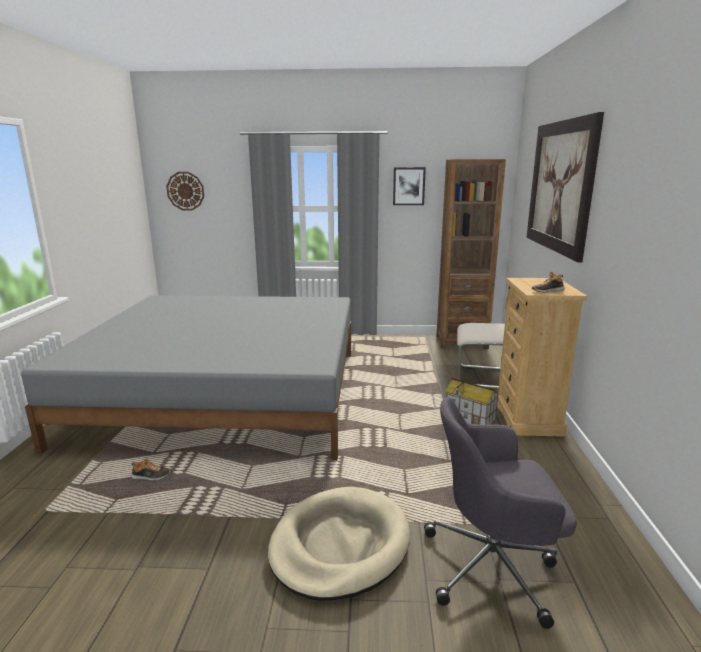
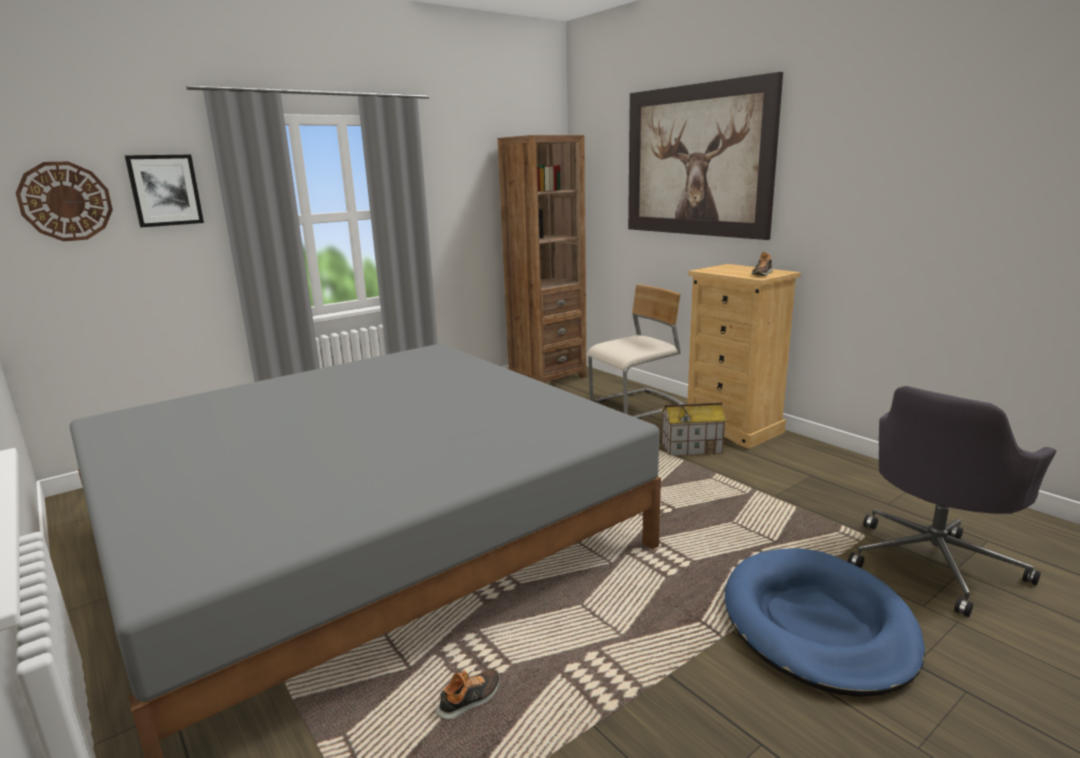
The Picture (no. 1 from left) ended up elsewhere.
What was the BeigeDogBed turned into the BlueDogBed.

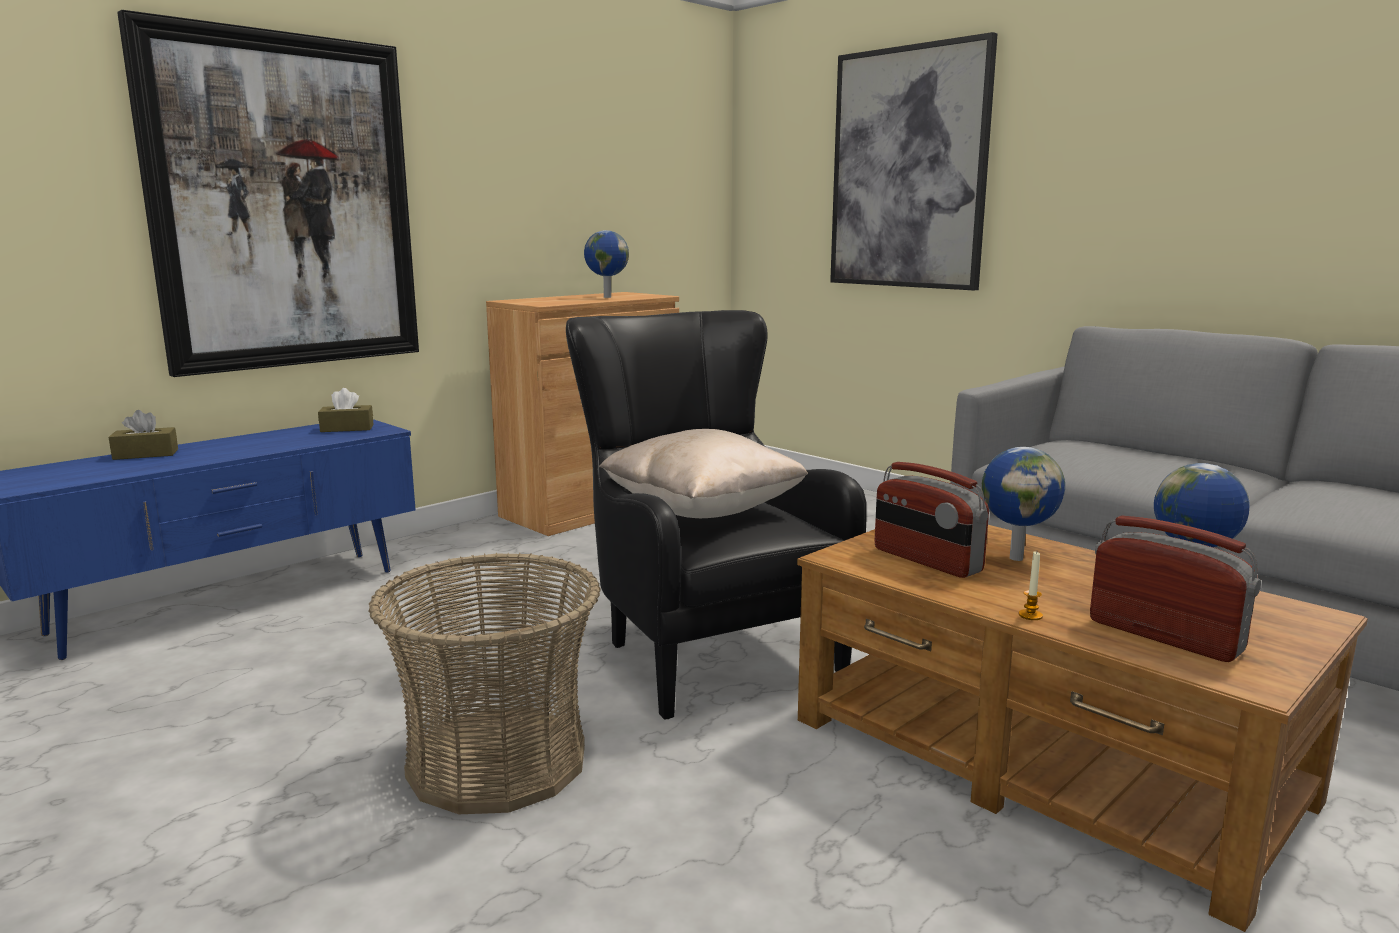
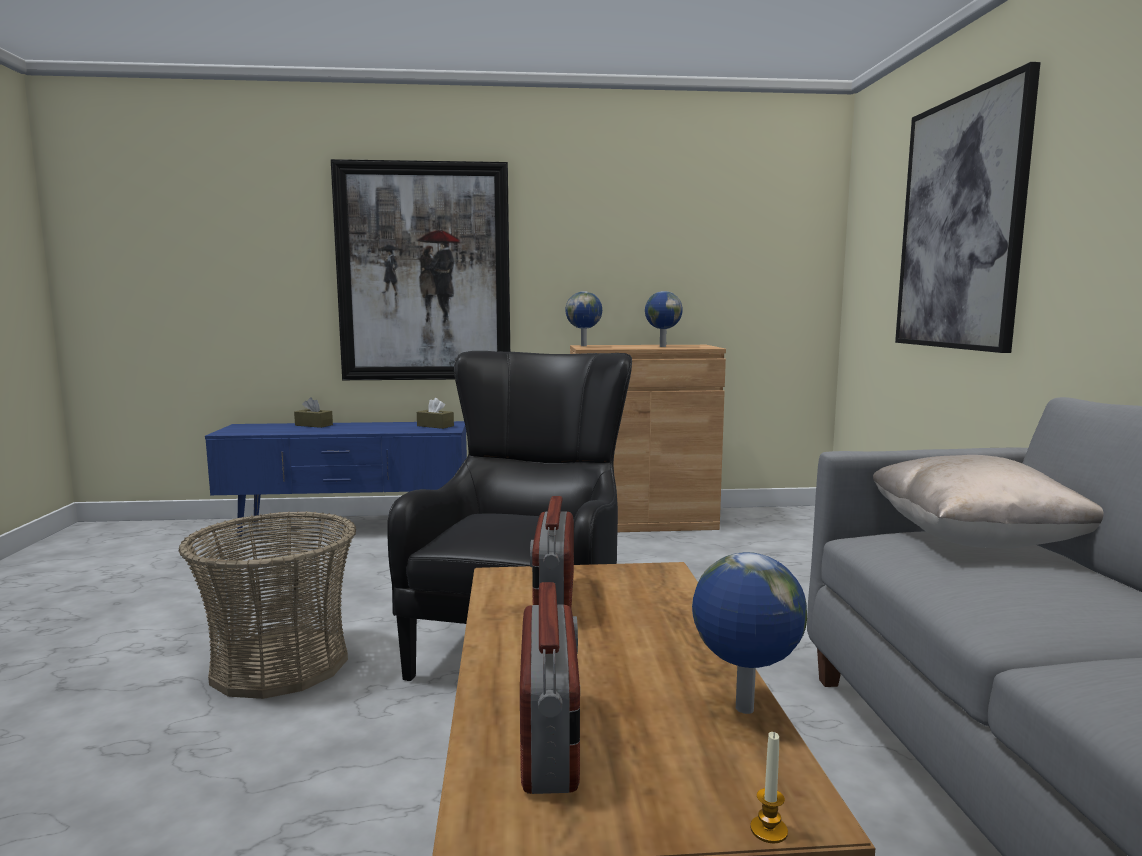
The BeigePillow ended up elsewhere.
The Globe (no. 2 from left in the first image) ended up elsewhere.
The Candle ended up elsewhere.

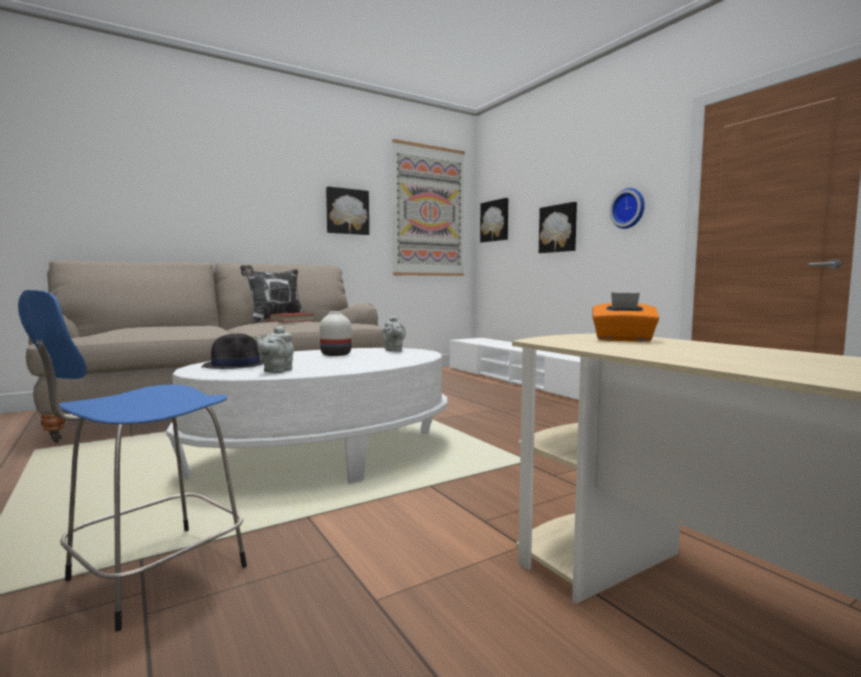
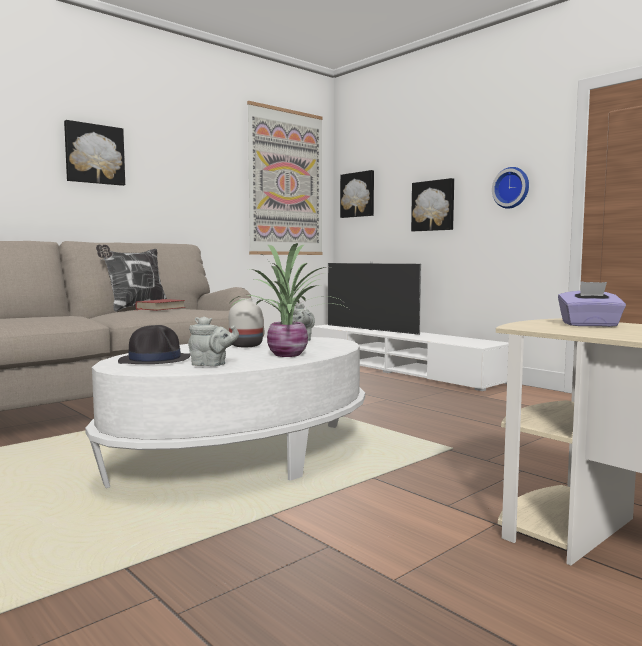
The Picture (no. 1 from left) ended up elsewhere.
The second view lost the BlueStool.
What was the OrangeTissueBox turned into the PurpleTissueBox.
The GreyTeapot (no. 1 from left) ended up facing another way, 90 degrees counterclockwise from before.
The second view gained the PottedPlant.
The second view gained the Television.

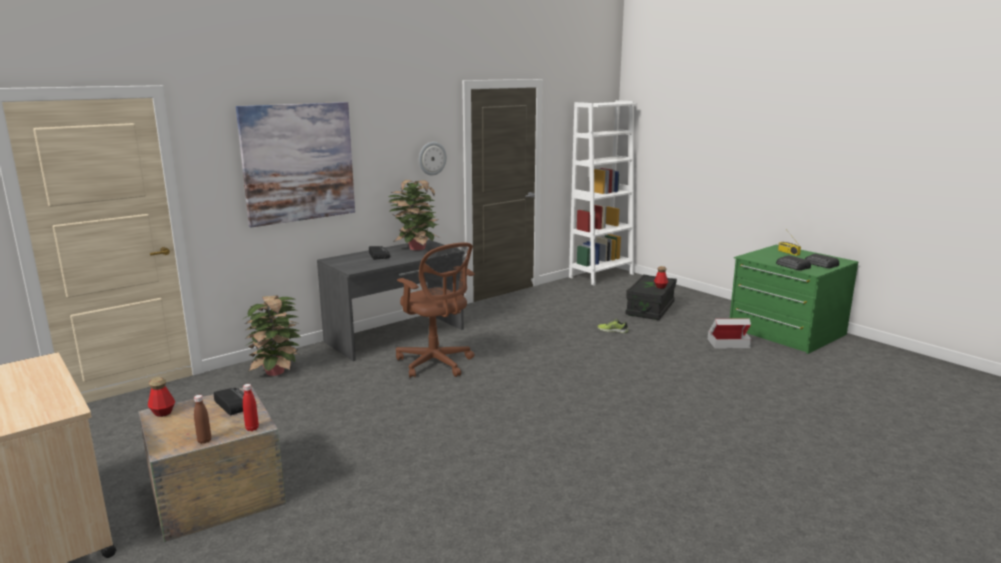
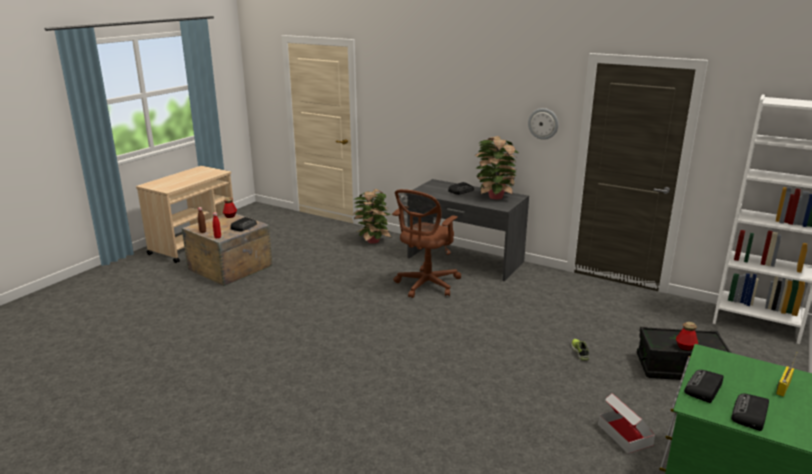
The second view lost the Picture.

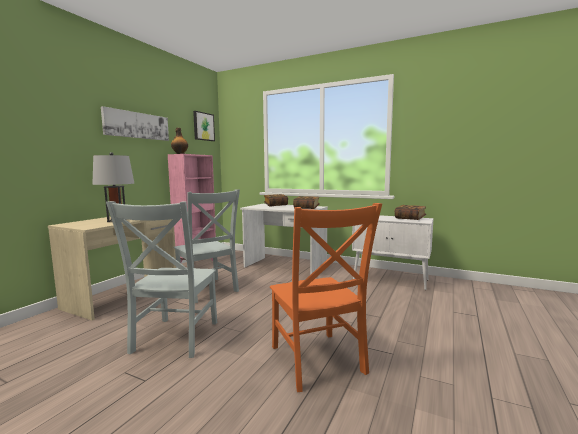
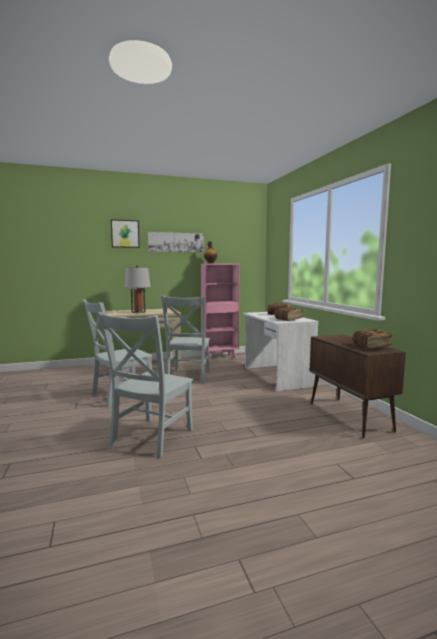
The Picture (no. 2 from left in the first image) ended up elsewhere.
What was the OrangeChair turned into the GreyChair (no. 2 from left).
What was the WhiteCabinet turned into the BrownCabinet.

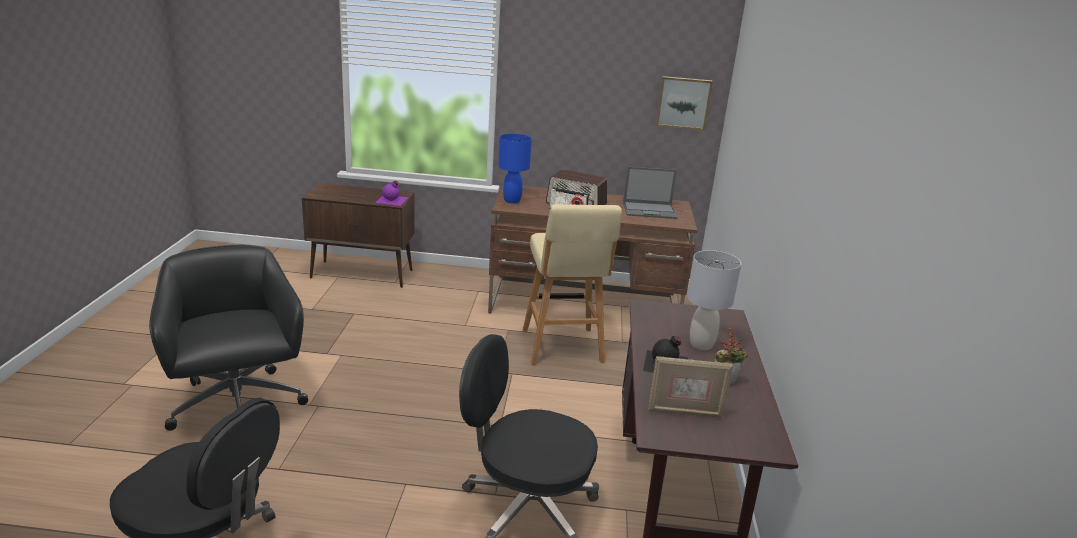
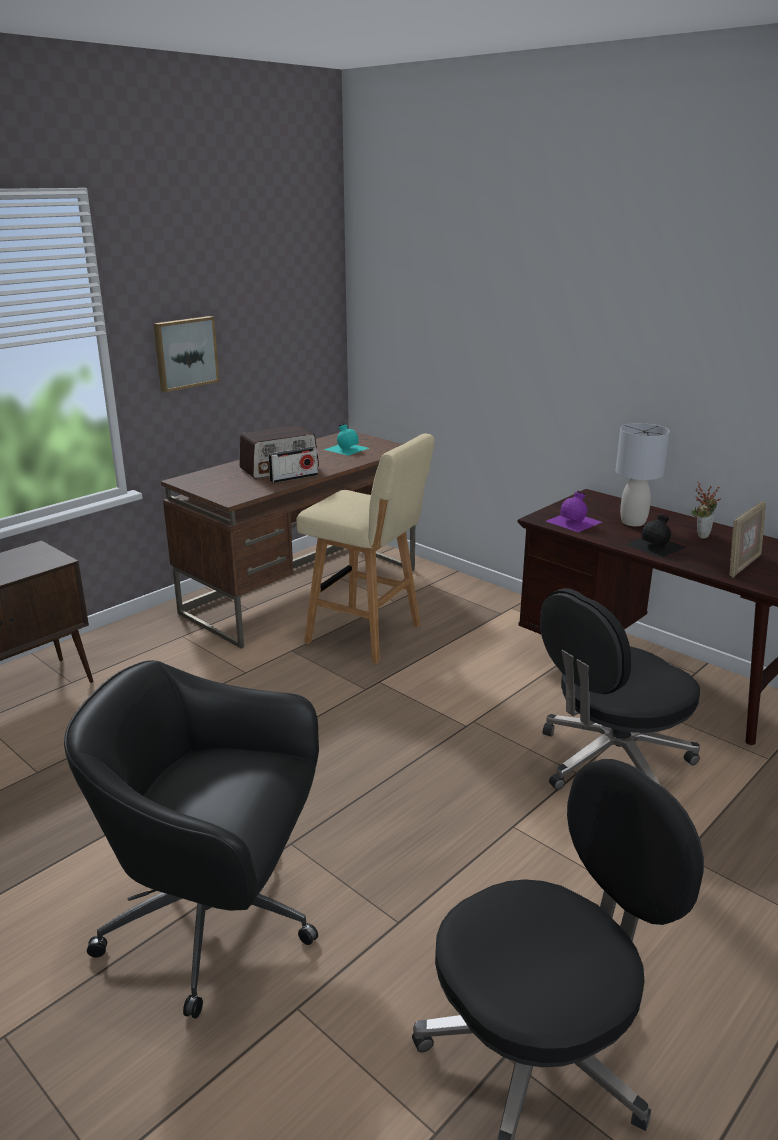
The Picture ended up elsewhere.
The second view lost the BlueTableLamp.
Where the Laptop stood, the TurquoiseBottle came to stand.
The PurpleBottle ended up elsewhere.

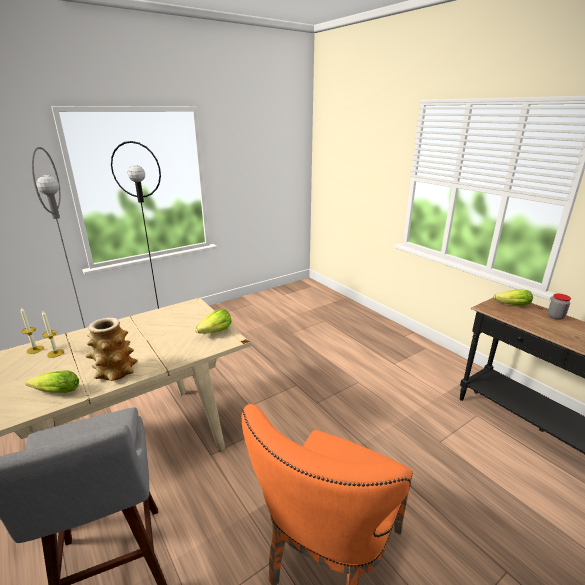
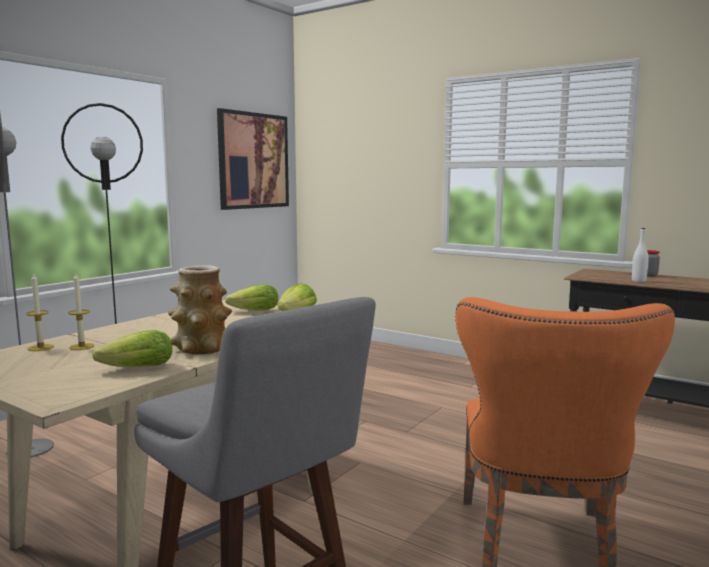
The Lettuce (no. 3 from left in the first image) ended up elsewhere.
The second view gained the Picture.
The second view gained the WhiteBottle.

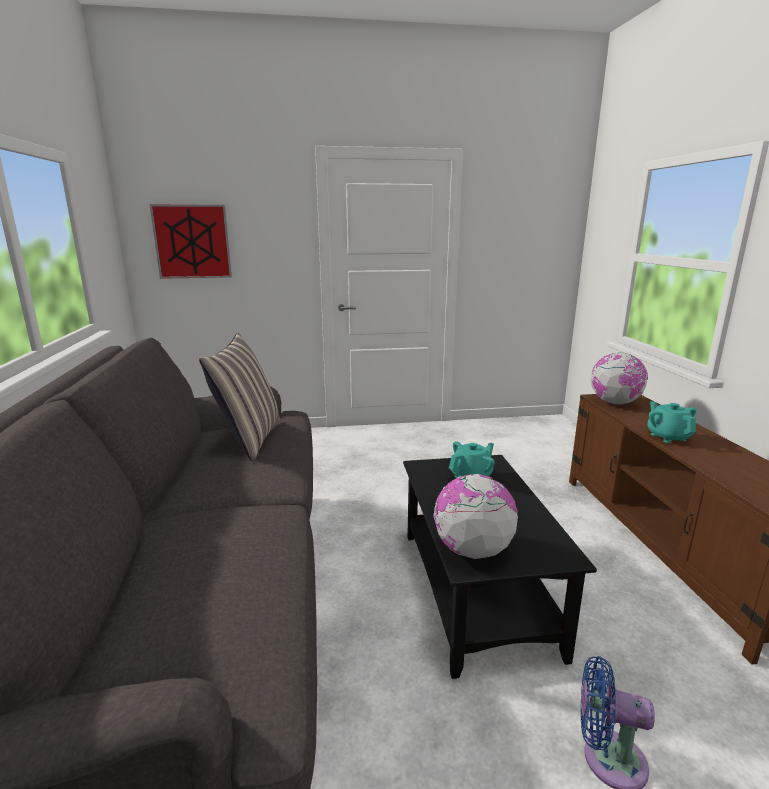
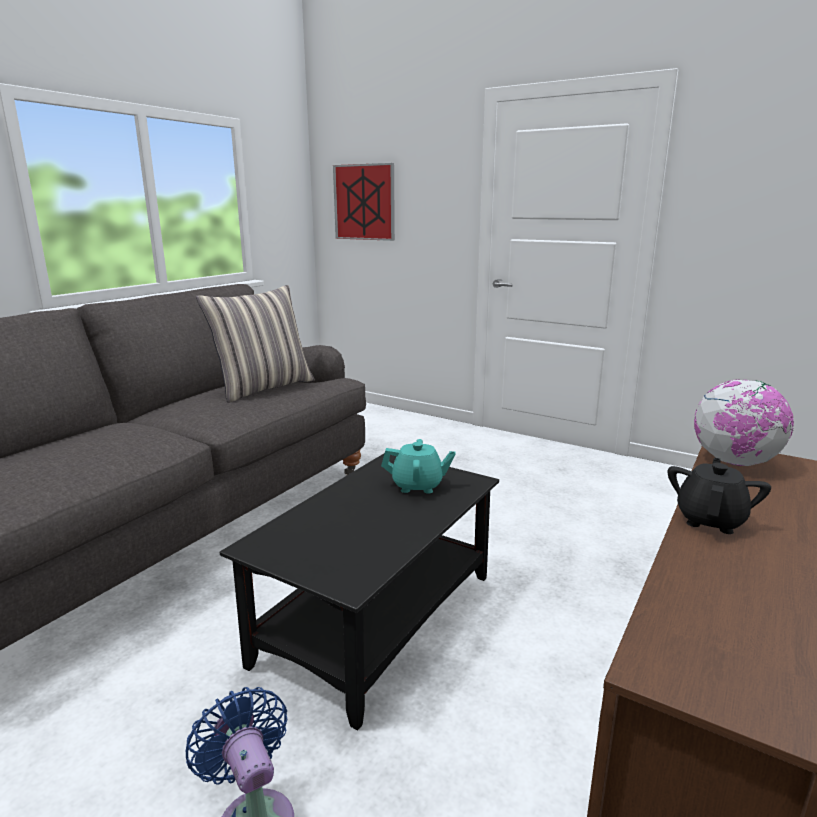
What was the TurquoiseTeapot (no. 2 from left) turned into the BlackTeapot.
The second view lost the Globe (no. 1 from left).

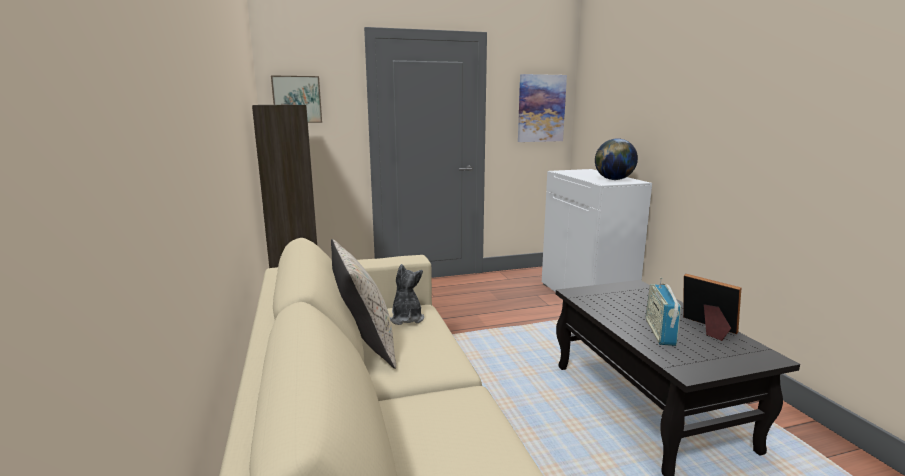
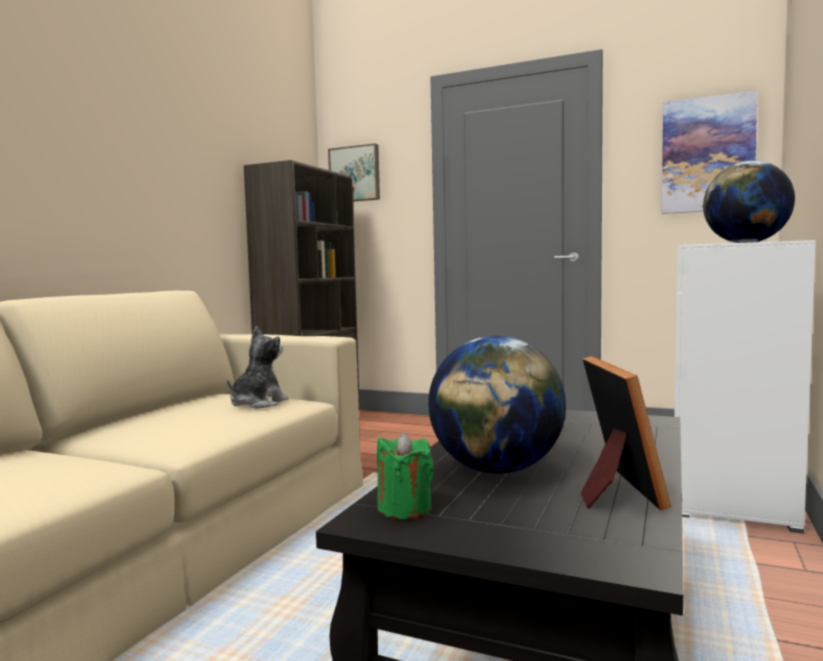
The second view lost the BeigePillow.
Where the Radio stood, the Globe (no. 1 from left) came to stand.
The second view gained the GreenCandle.

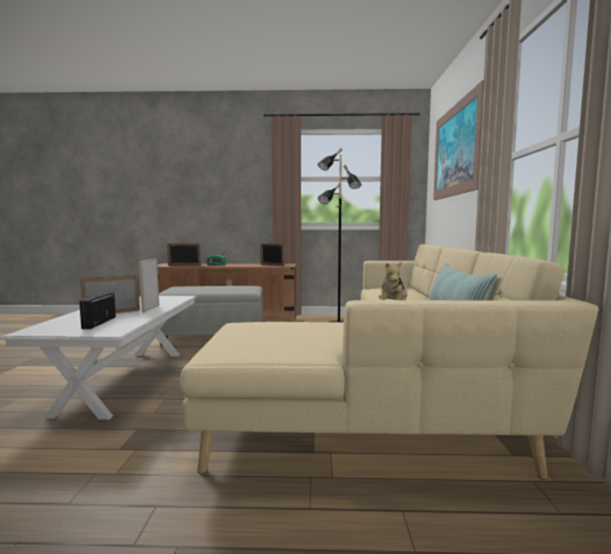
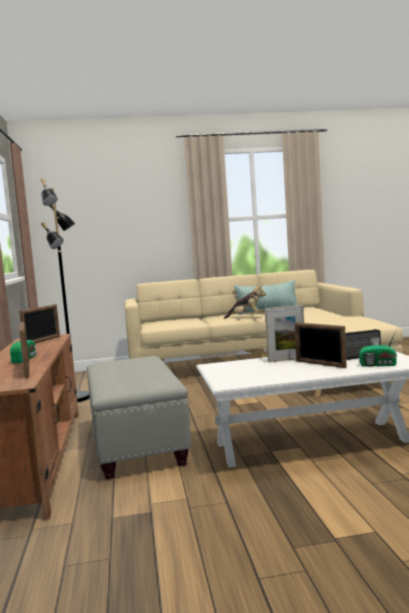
The second view lost the Picture.
The second view gained the Radio (no. 3 from left).

